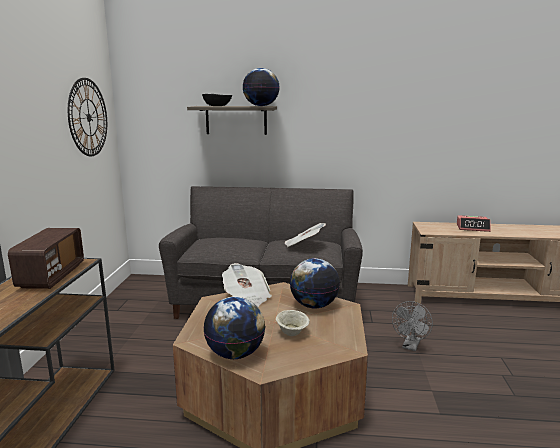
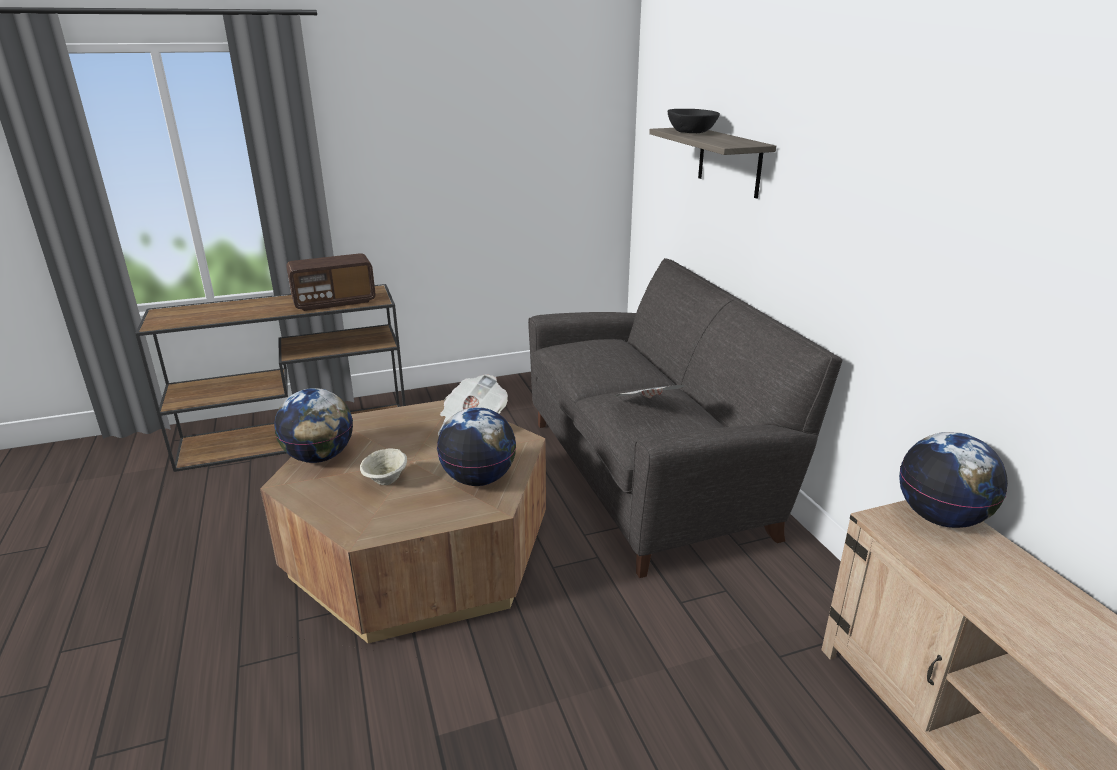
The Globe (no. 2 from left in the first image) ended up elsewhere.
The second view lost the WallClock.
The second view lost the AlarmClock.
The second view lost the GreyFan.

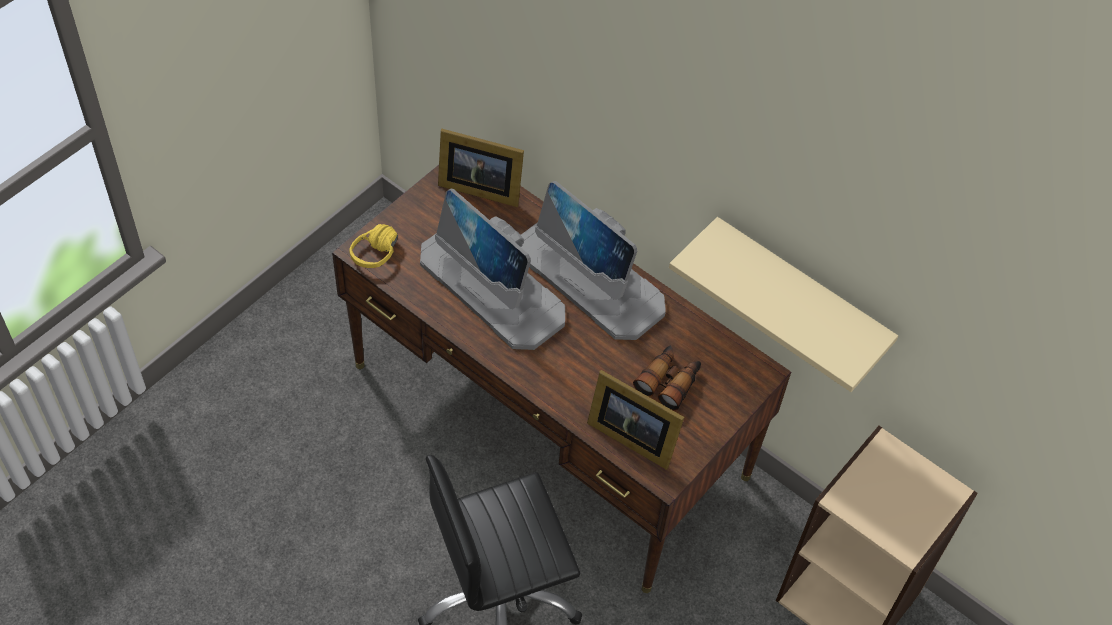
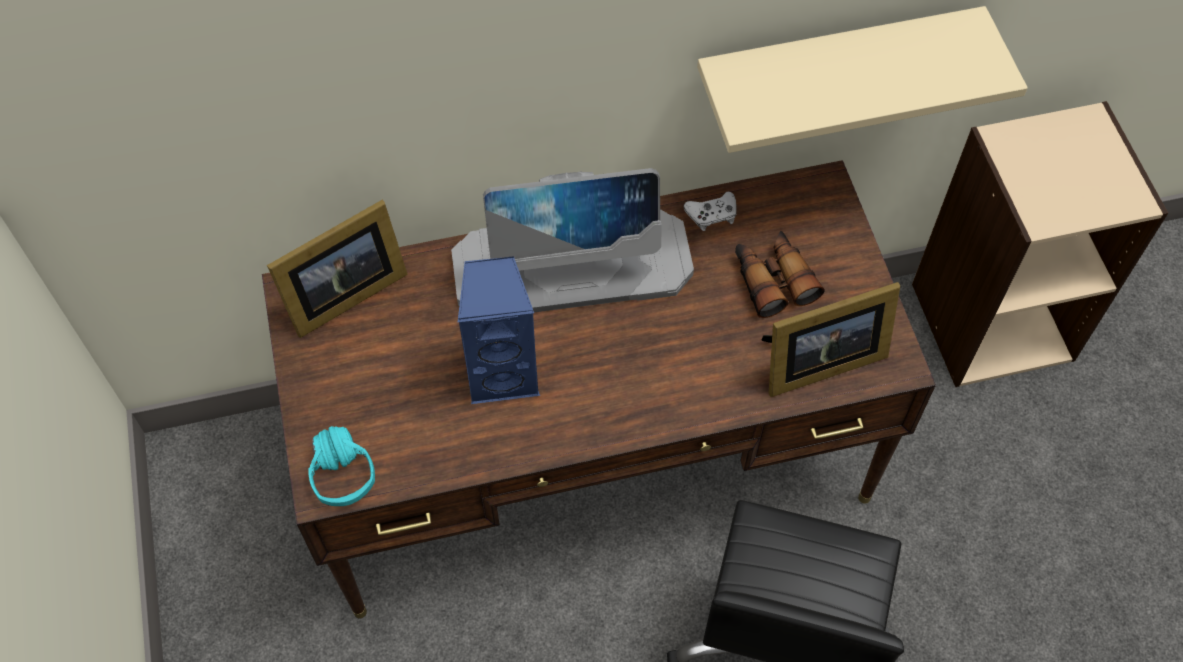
Where the Monitor (no. 1 from left) stood, the BlueSpeaker came to stand.
What was the YellowHeadphones turned into the TurquoiseHeadphones.
The second view gained the WhiteGameController.

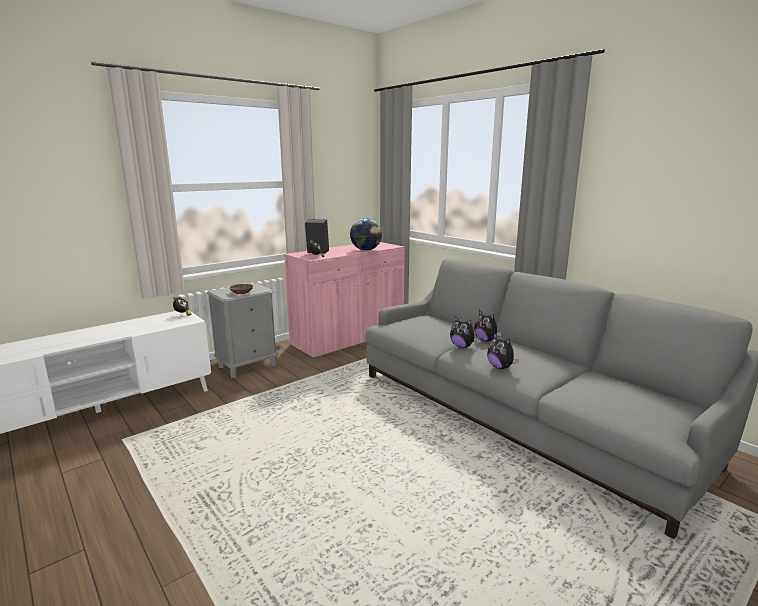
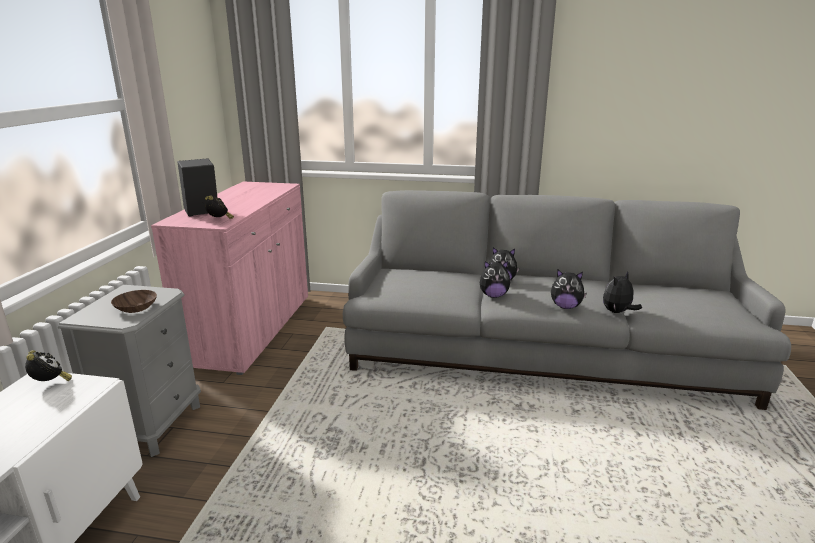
The second view lost the Globe.
The second view gained the PlushToy (no. 4 from left).

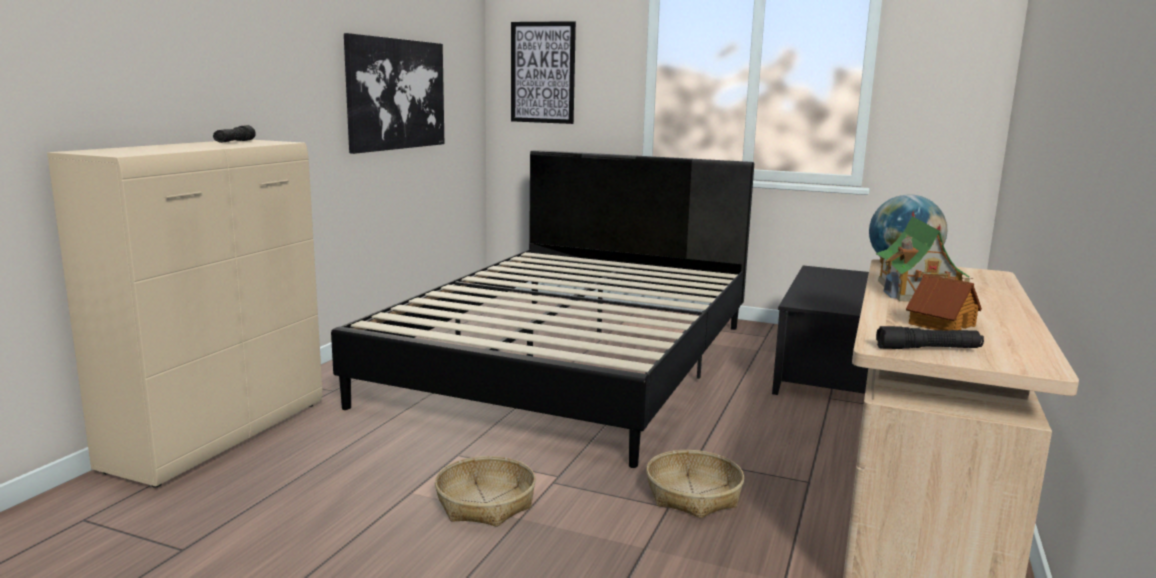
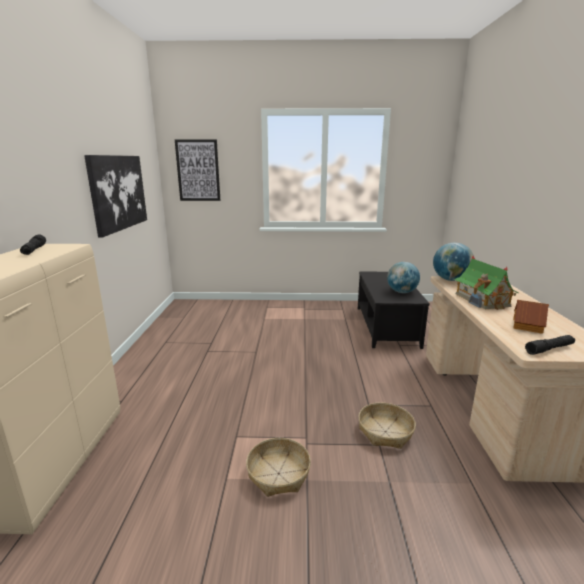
The second view lost the BlackBed.
The second view gained the Globe (no. 1 from left).

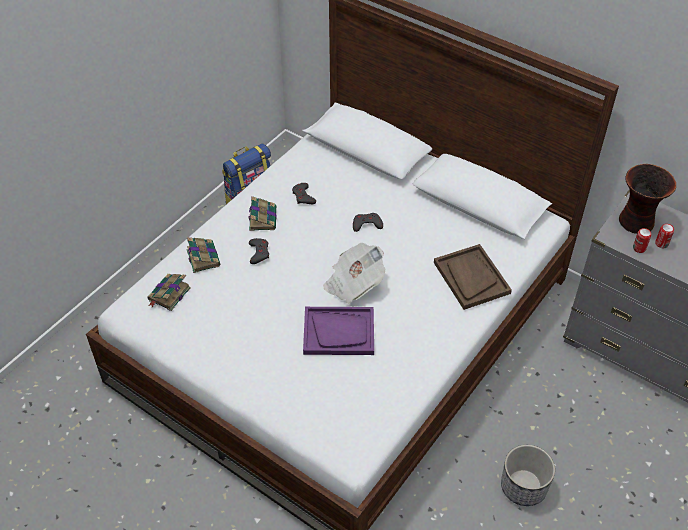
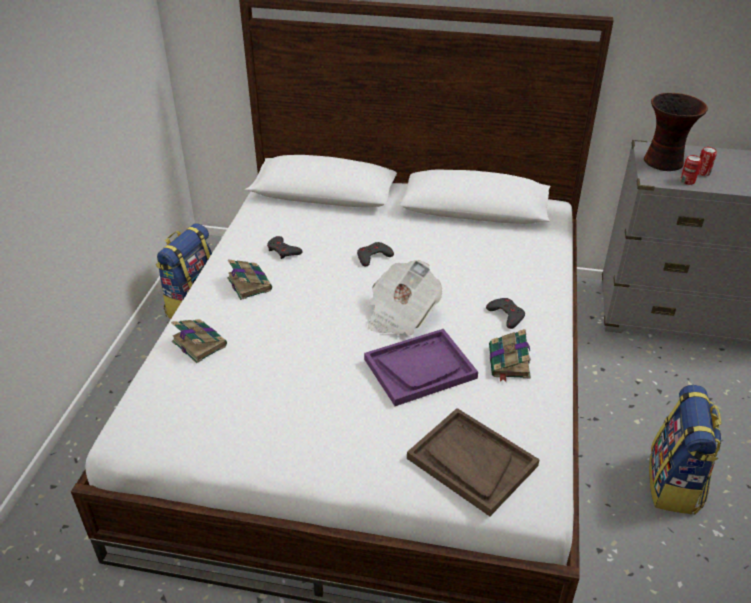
The GreyGameController (no. 1 from left in the first image) ended up elsewhere.
The BrownTray ended up elsewhere.
The Book (no. 1 from left in the first image) ended up elsewhere.
Where the Planter stood, the Backpack (no. 2 from left) came to stand.

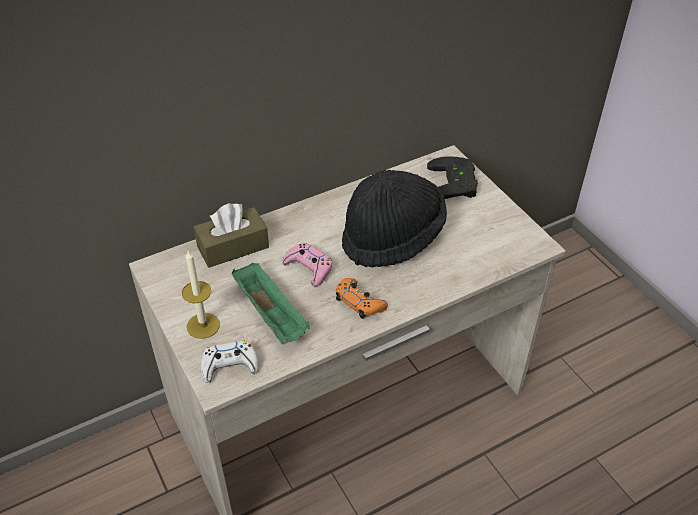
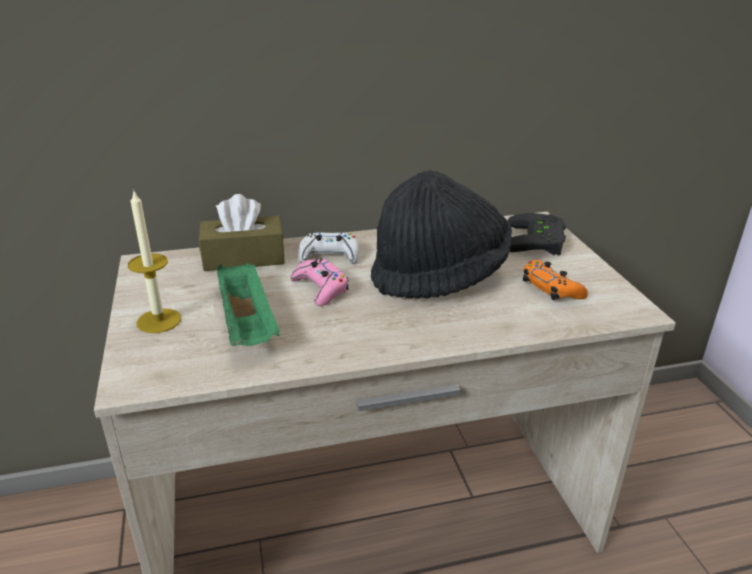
The OrangeGameController ended up elsewhere.
The WhiteGameController ended up elsewhere.

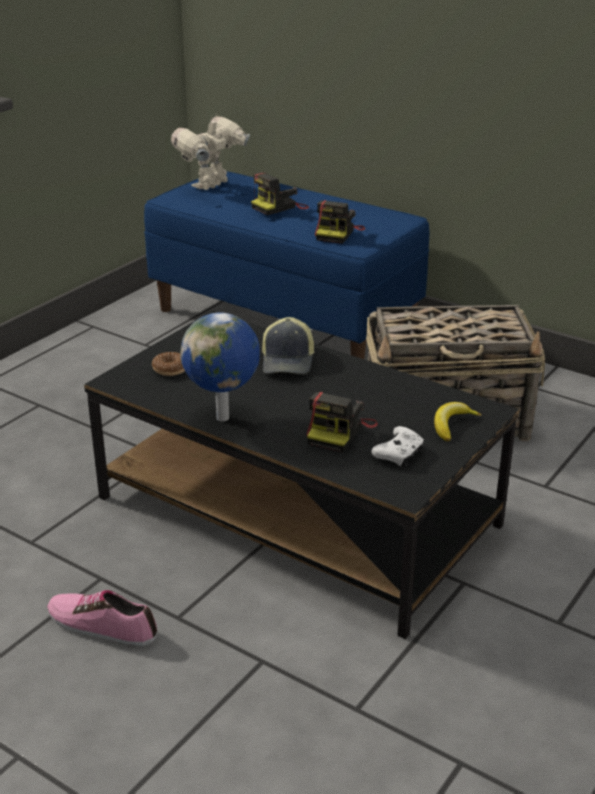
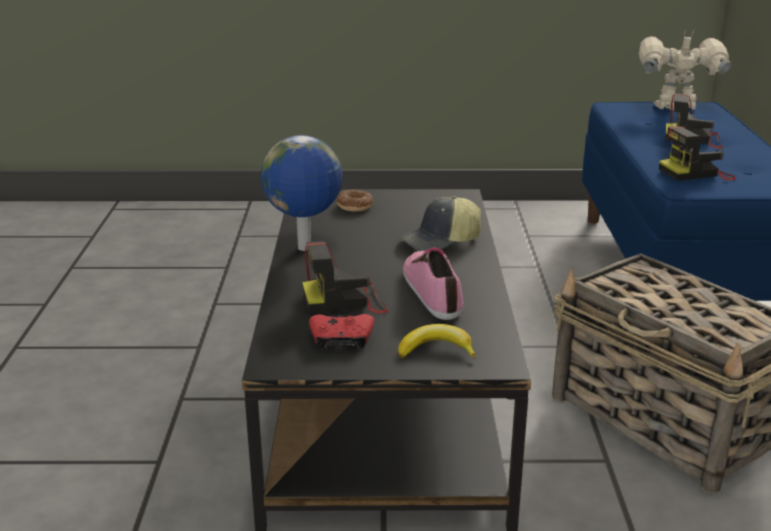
What was the WhiteGameController turned into the RedGameController.
The Shoe ended up elsewhere.

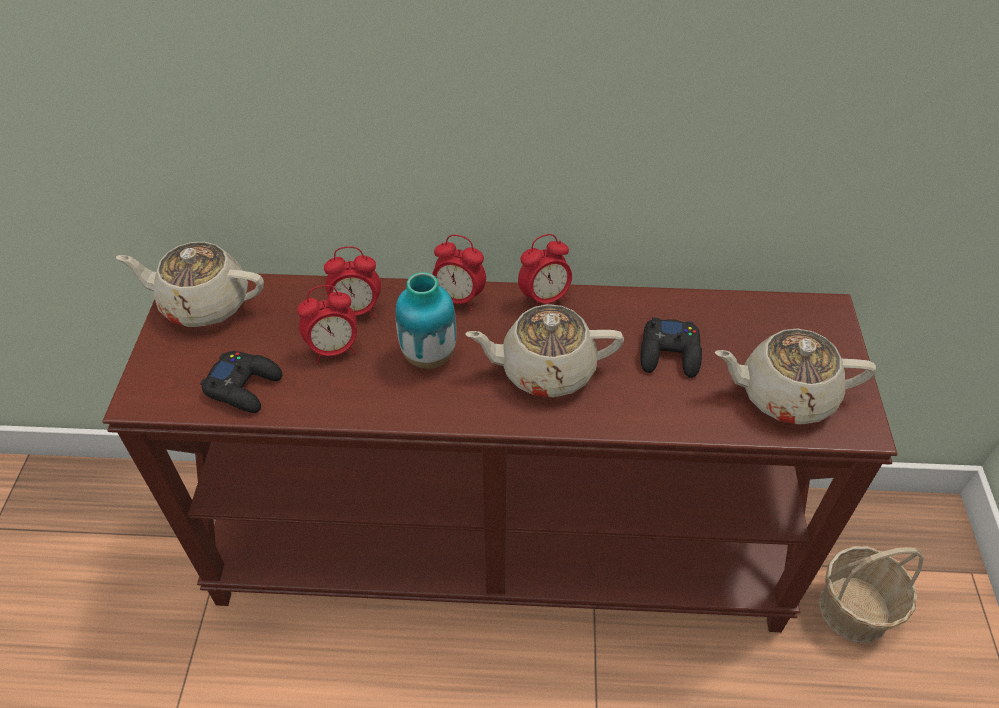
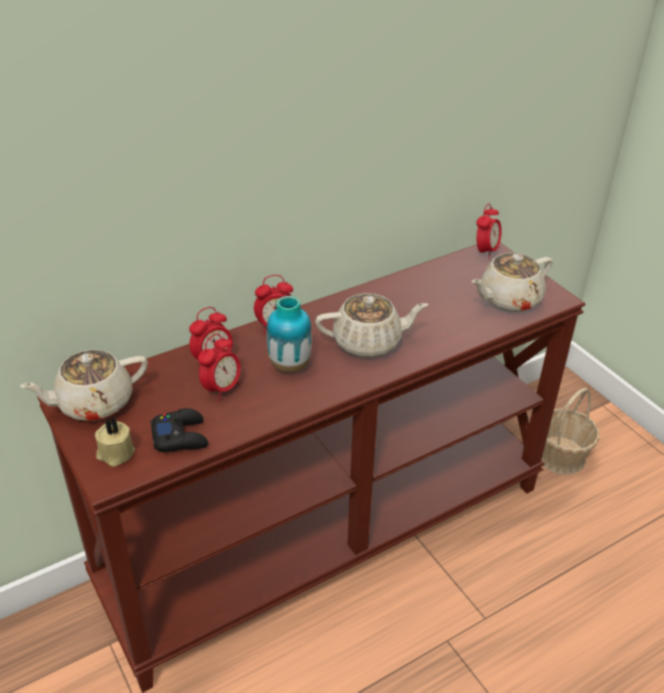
The AlarmClock (no. 4 from left) ended up elsewhere.
The BeigeTeapot (no. 2 from left) ended up facing another way, 150 degrees counterclockwise from before.
The second view lost the BlackGameController (no. 2 from left).
The second view gained the BeigeCandle.

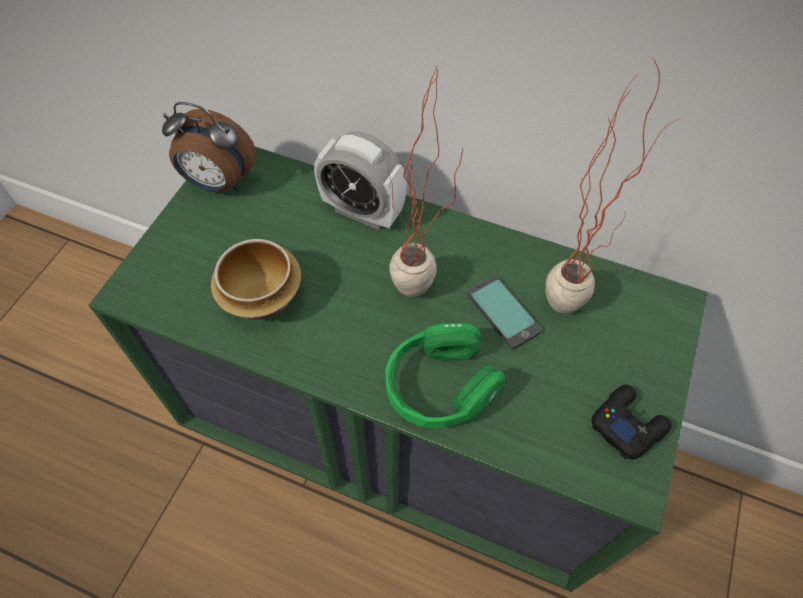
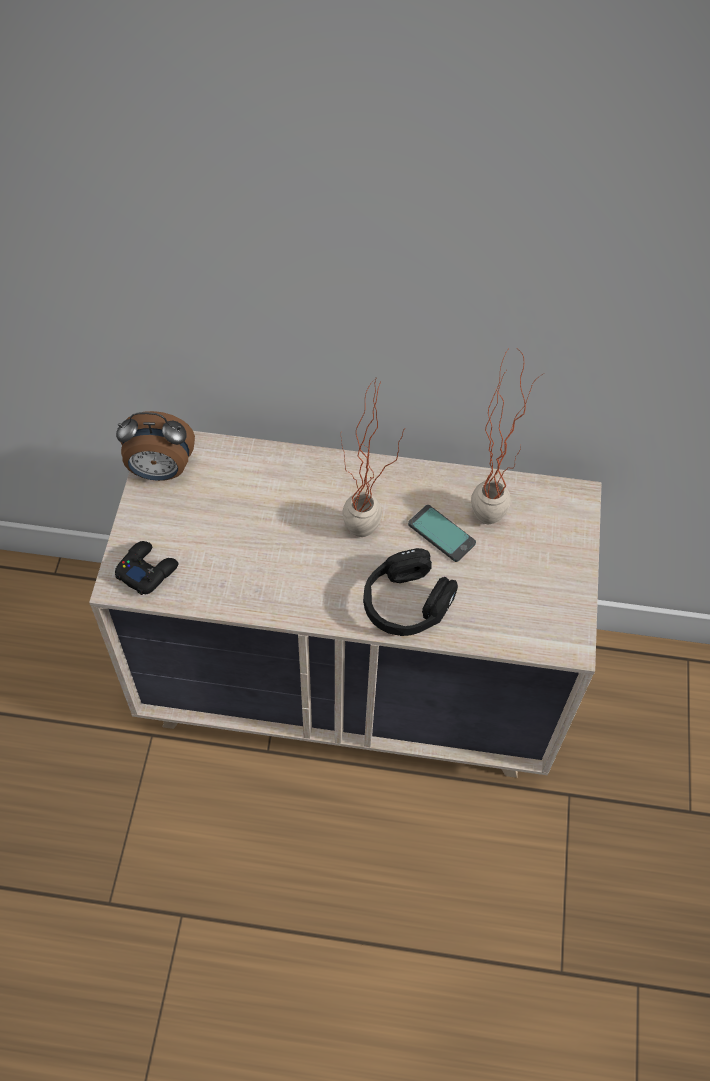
The second view lost the AlarmClock (no. 2 from left).
What was the GreenDresser turned into the BeigeDresser.
The second view lost the Bowl.
What was the GreenHeadphones turned into the BlackHeadphones.
The BlackGameController ended up elsewhere.

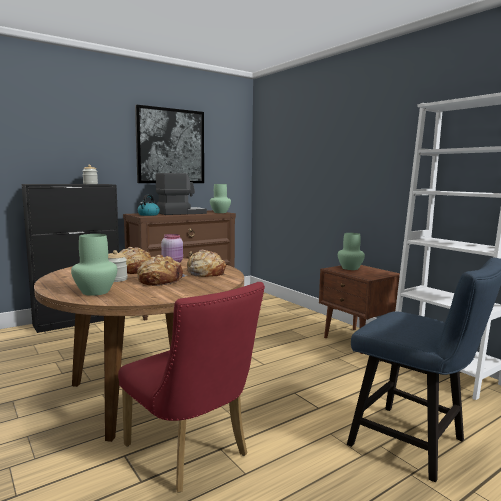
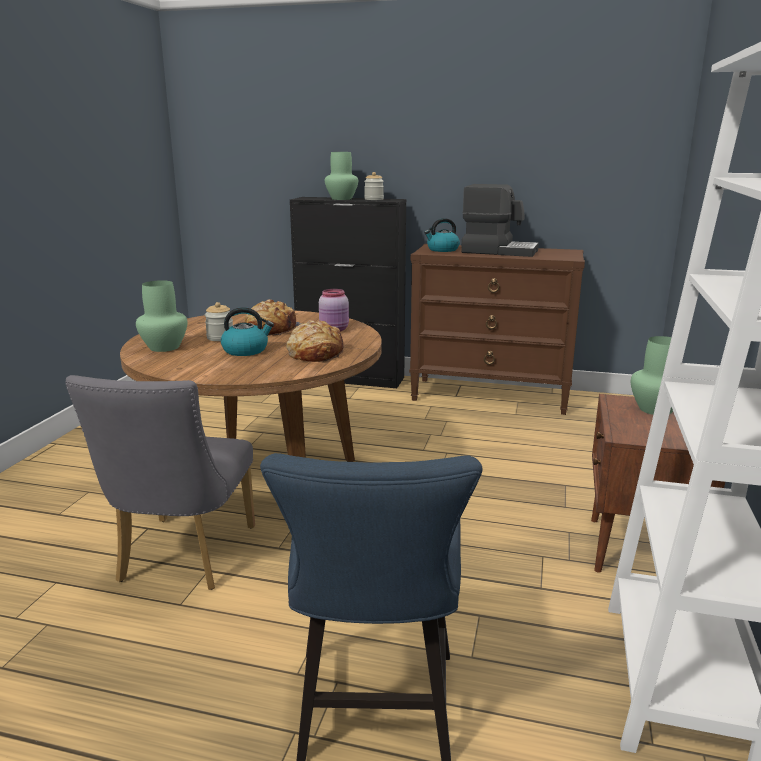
The second view lost the Picture.
The GreenVase (no. 2 from left) ended up elsewhere.
Where the Bread (no. 2 from left) stood, the Kettle (no. 1 from left) came to stand.
What was the RedChair turned into the GreyChair.

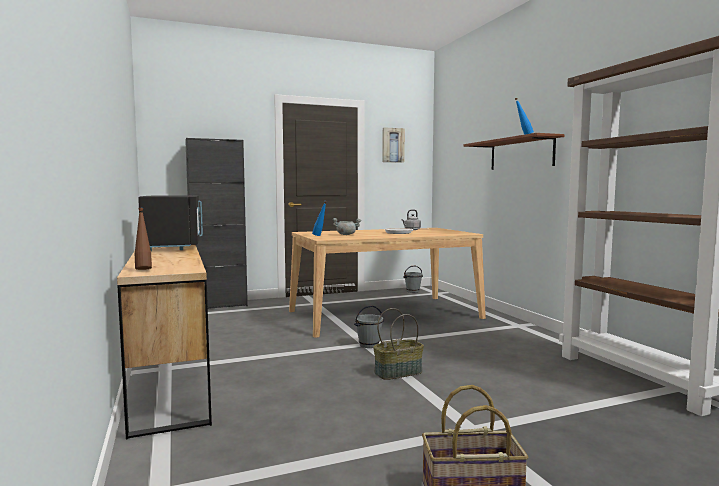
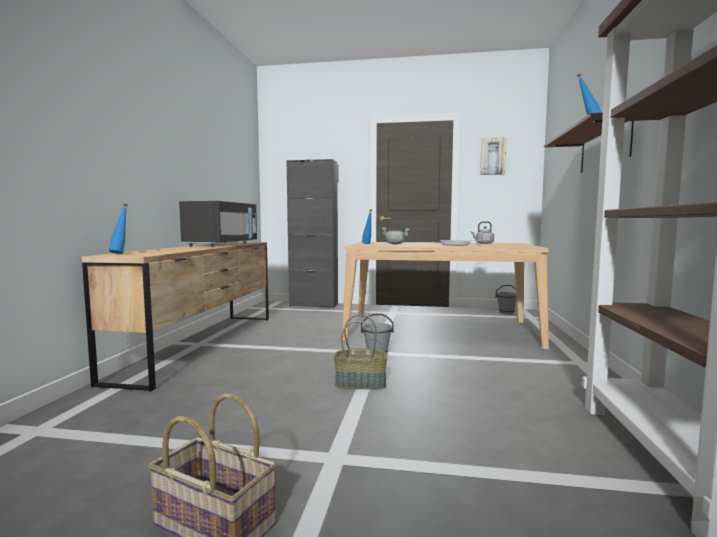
What was the BrownBottle turned into the BlueBottle (no. 1 from left).

